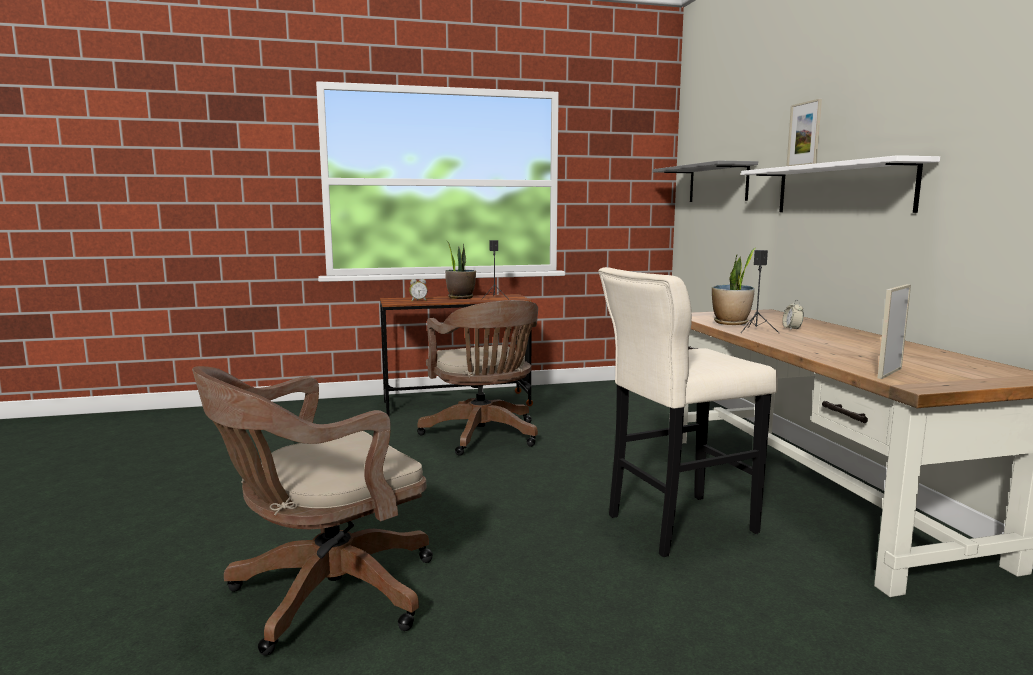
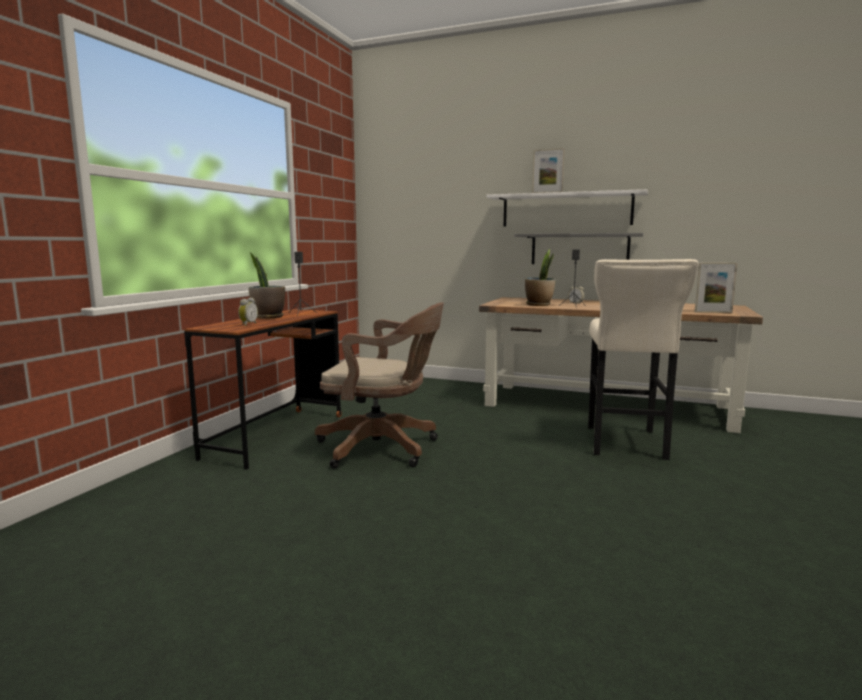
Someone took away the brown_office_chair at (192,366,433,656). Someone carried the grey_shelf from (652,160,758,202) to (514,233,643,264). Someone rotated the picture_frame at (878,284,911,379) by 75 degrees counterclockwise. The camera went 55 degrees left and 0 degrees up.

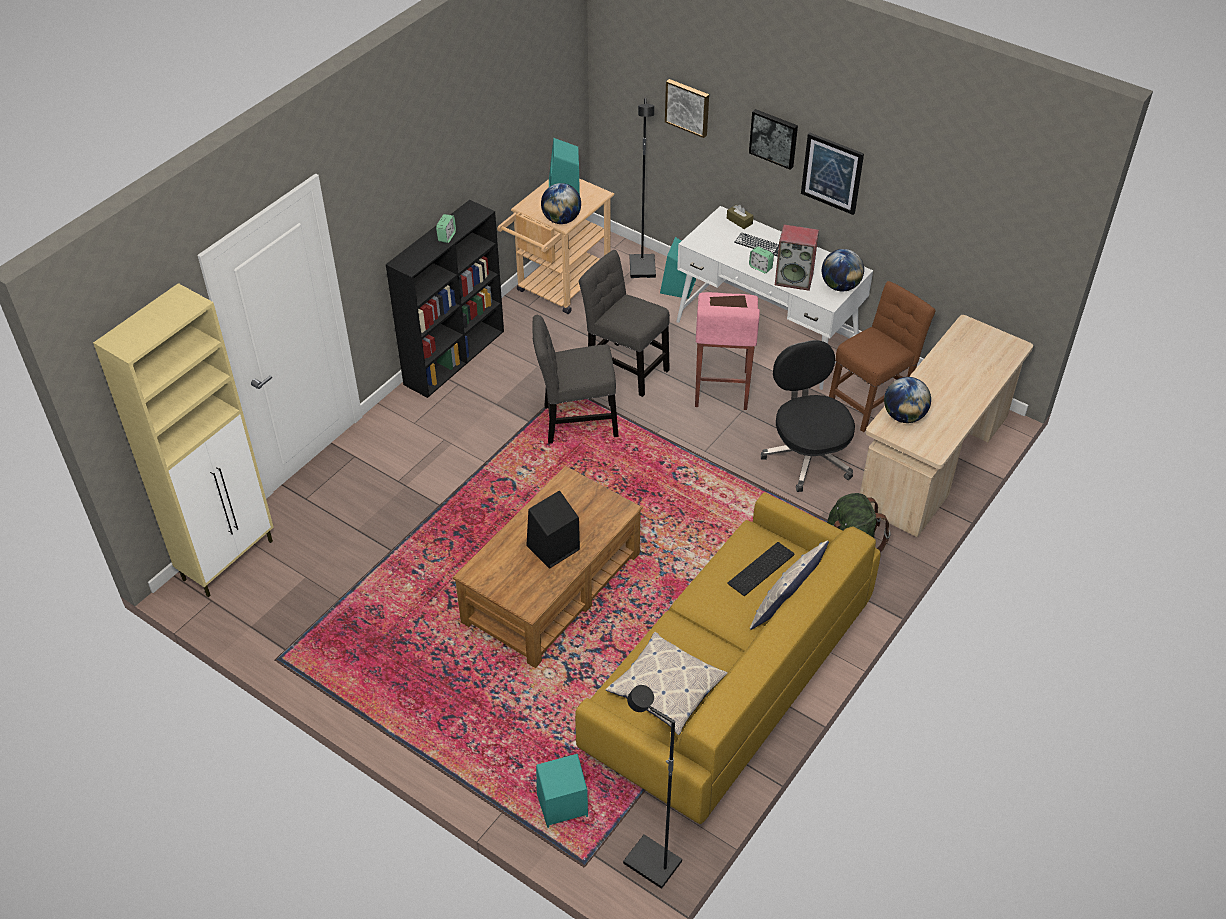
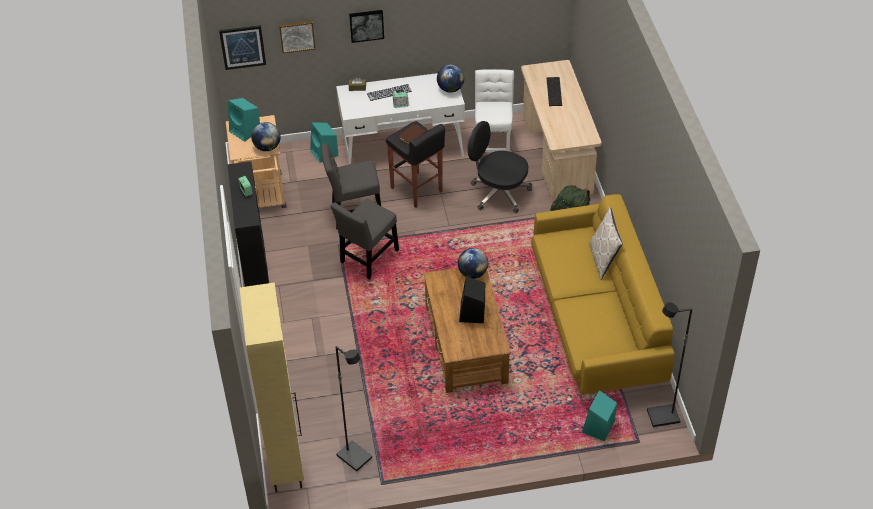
Someone took away the pillow at (605,632,727,735). Someone took away the speaker at (775,224,819,291). Someone carried the black_floor_lamp from (629,98,656,278) to (336,346,372,472). Someone carried the keyboard from (727,542,795,596) to (547,77,562,106). Someone carried the picture from (801,132,864,215) to (219,25,266,70). Someone carried the globe from (884,377,931,423) to (458,248,488,279). Someone repainted the pink_stool at (695,292,760,410), which became the black_stool at (386,121,445,208). Someone repainted the brown_chair at (829,281,936,432), which became the white_chair at (475,69,514,163). The camera went 45 degrees left and 0 degrees up.

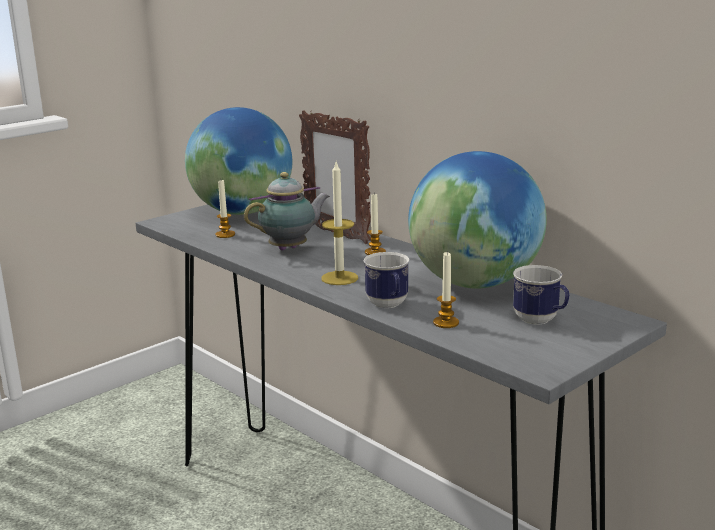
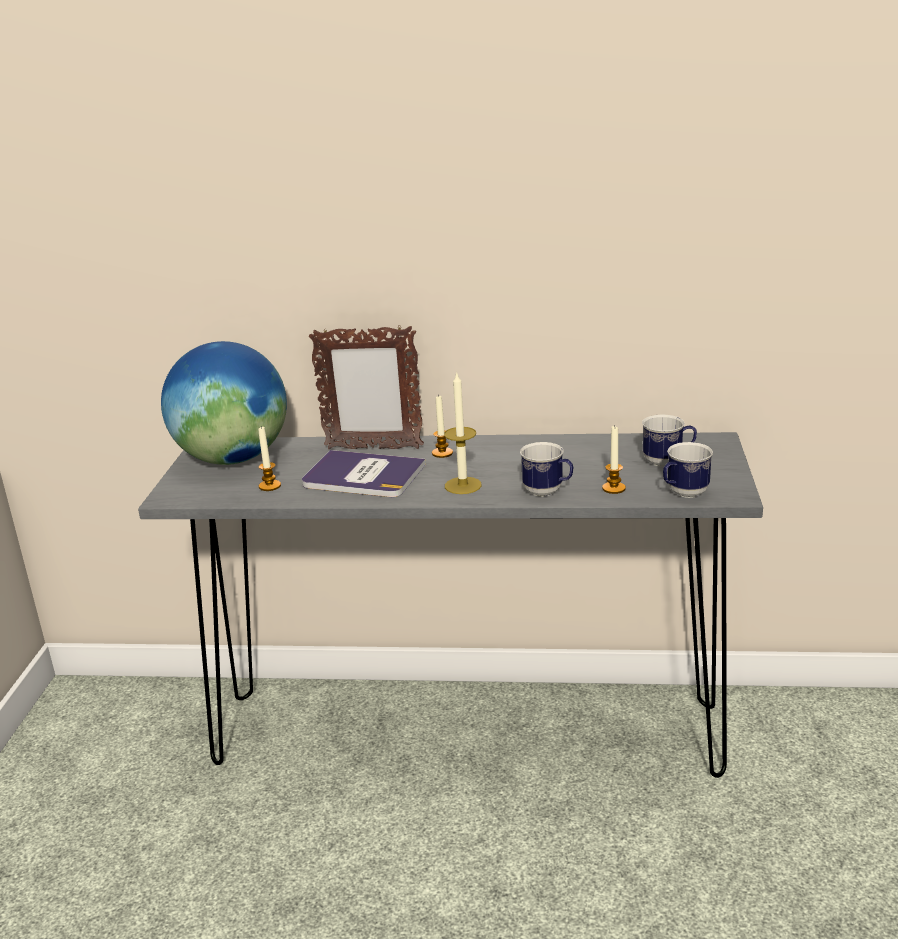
Someone took away the globe at (408,151,547,288). Someone put down the mug at (663,442,713,498). Someone swapped the teapot at (244,172,330,251) for the book at (302,450,426,497). The camera went 40 degrees left and 5 degrees up.

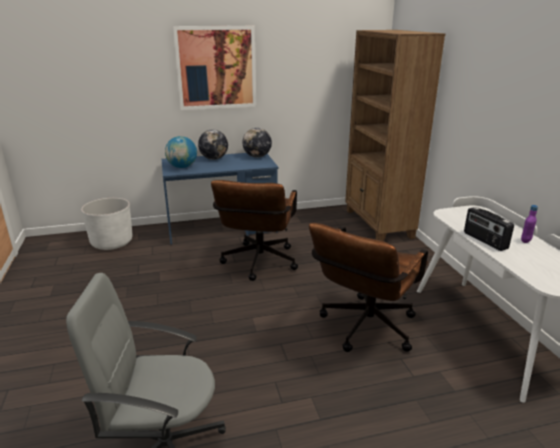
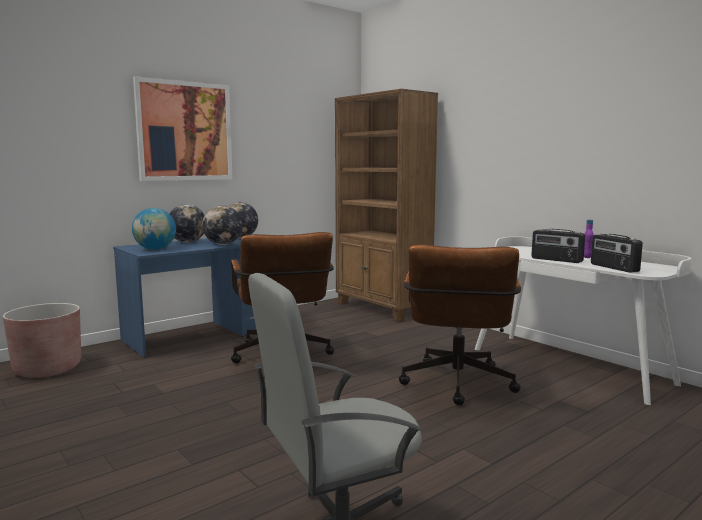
Someone put down the globe at (202,205,243,245). Someone put down the radio at (591,234,643,273). Someone repainted the white_planter at (81,198,132,250), which became the brown_planter at (3,303,81,378). The camera went 25 degrees left and 15 degrees down.

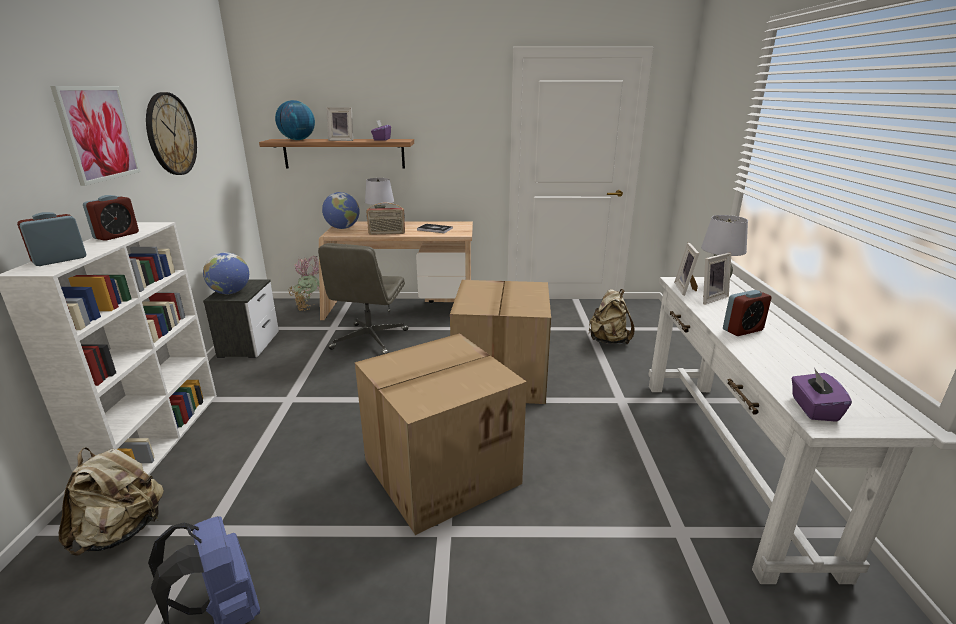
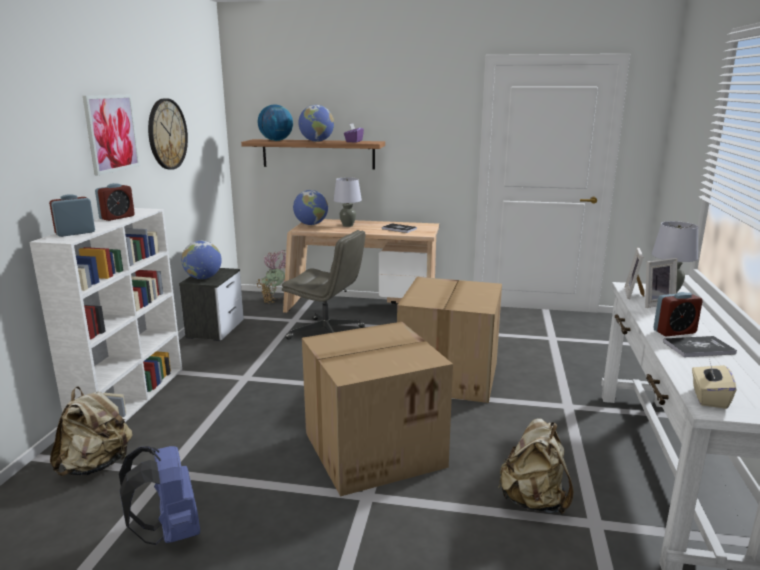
Someone took away the radio at (366,202,405,235). Someone put down the book at (663,336,737,357). Someone carried the beige_backpack from (588,289,635,345) to (498,418,574,515). Someone swapped the picture_frame at (326,107,353,141) for the globe at (298,105,334,142). Someone repainted the purple_tissue_box at (791,367,852,422), which became the beige_tissue_box at (692,359,736,409). Someone rotated the grey_office_chair at (318,243,408,355) by 90 degrees counterclockwise. The camera went 10 degrees right and 5 degrees down.

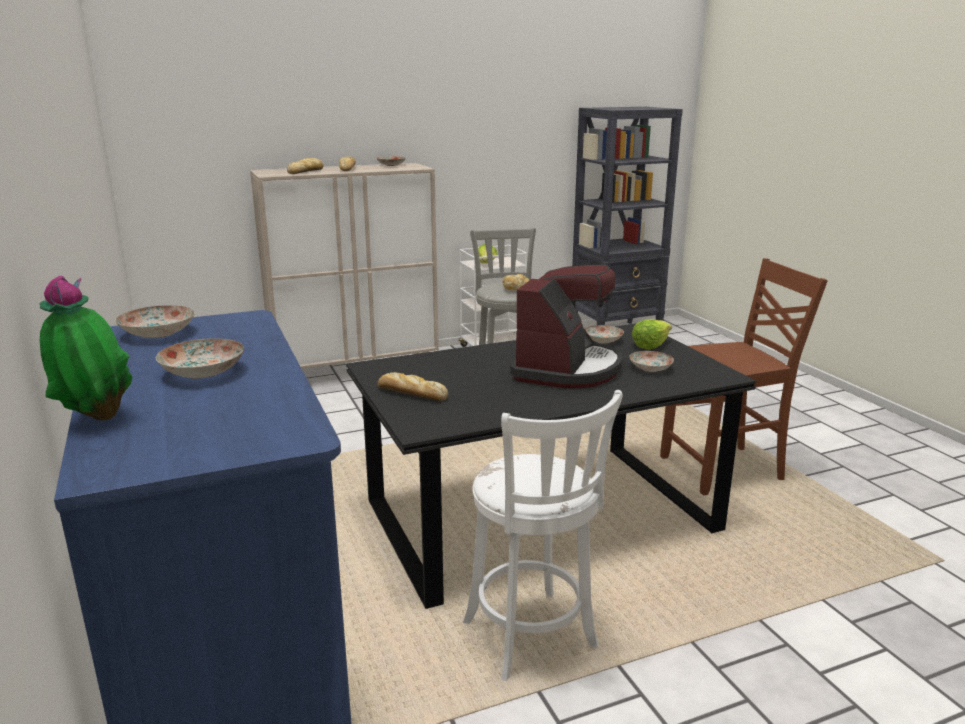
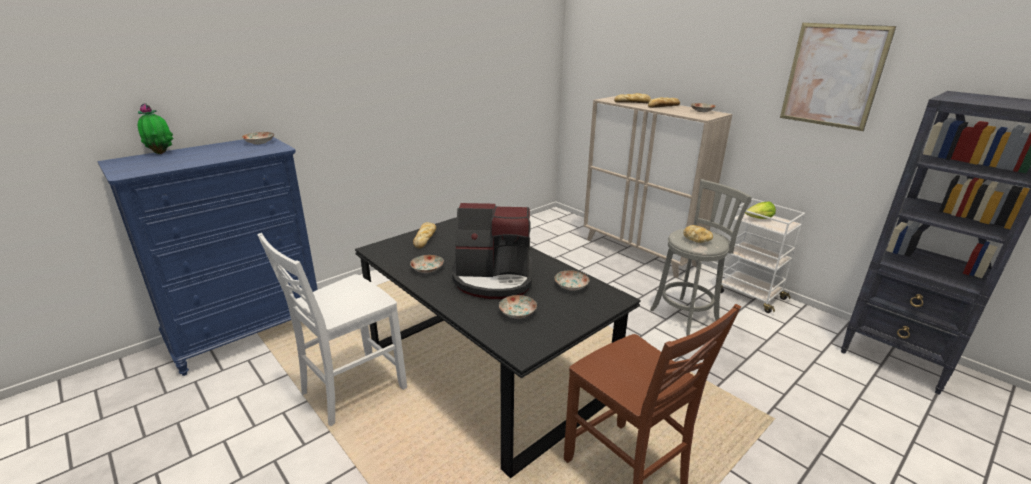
Someone took away the lettuce at (632,319,672,349). Someone put up the picture at (780,23,896,131). Someone carried the plate from (156,338,244,379) to (410,255,444,273). Someone swapped the white_stool at (463,390,622,681) for the white_chair at (257,233,407,426). The camera went 70 degrees right and 5 degrees up.

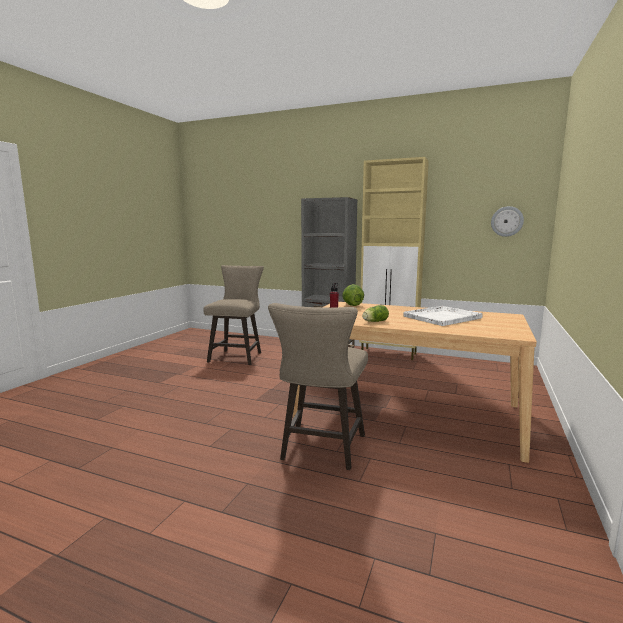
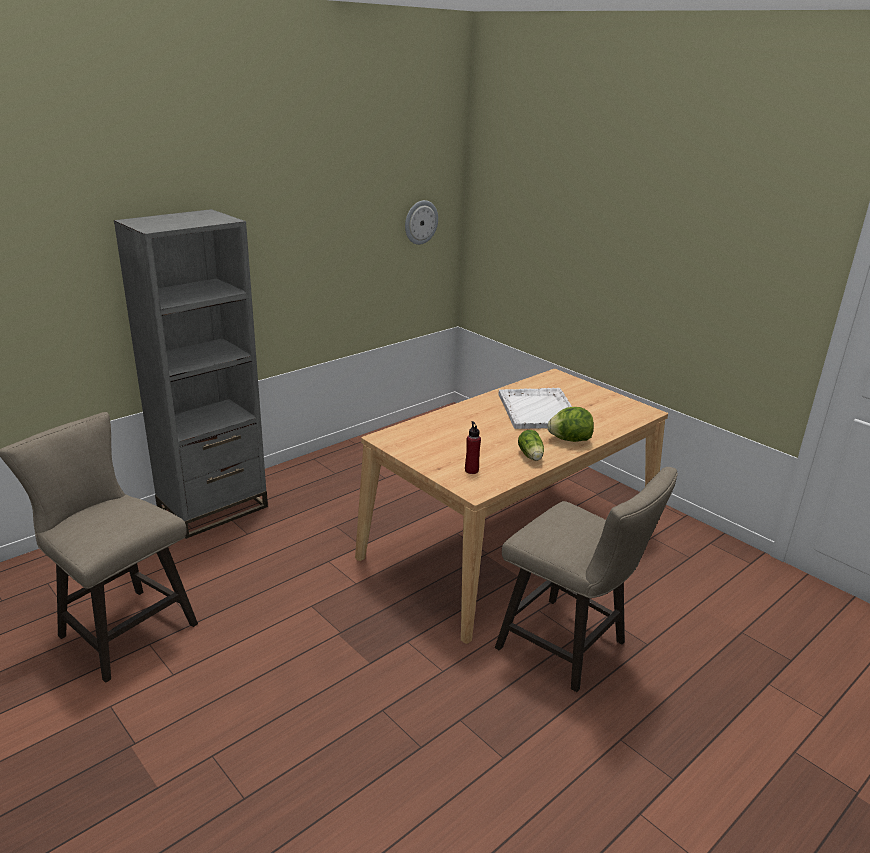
Someone took away the beige_cabinet at (359,157,429,360). Someone carried the lettuce from (342,284,364,306) to (548,407,594,442). The camera went 65 degrees left and 15 degrees up.

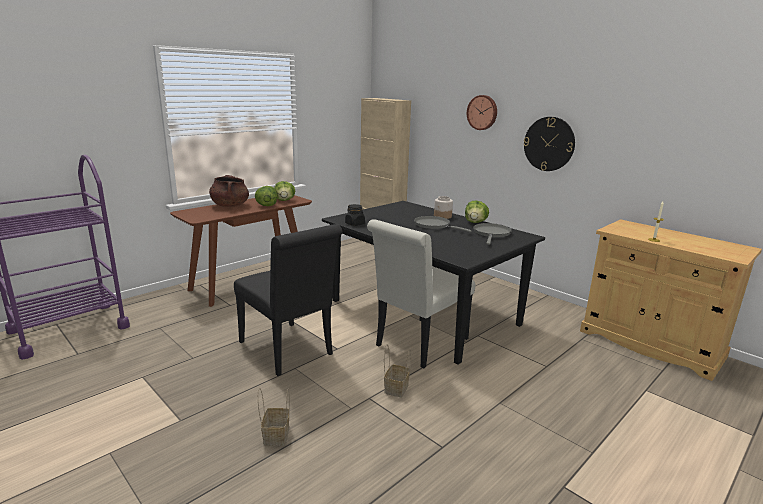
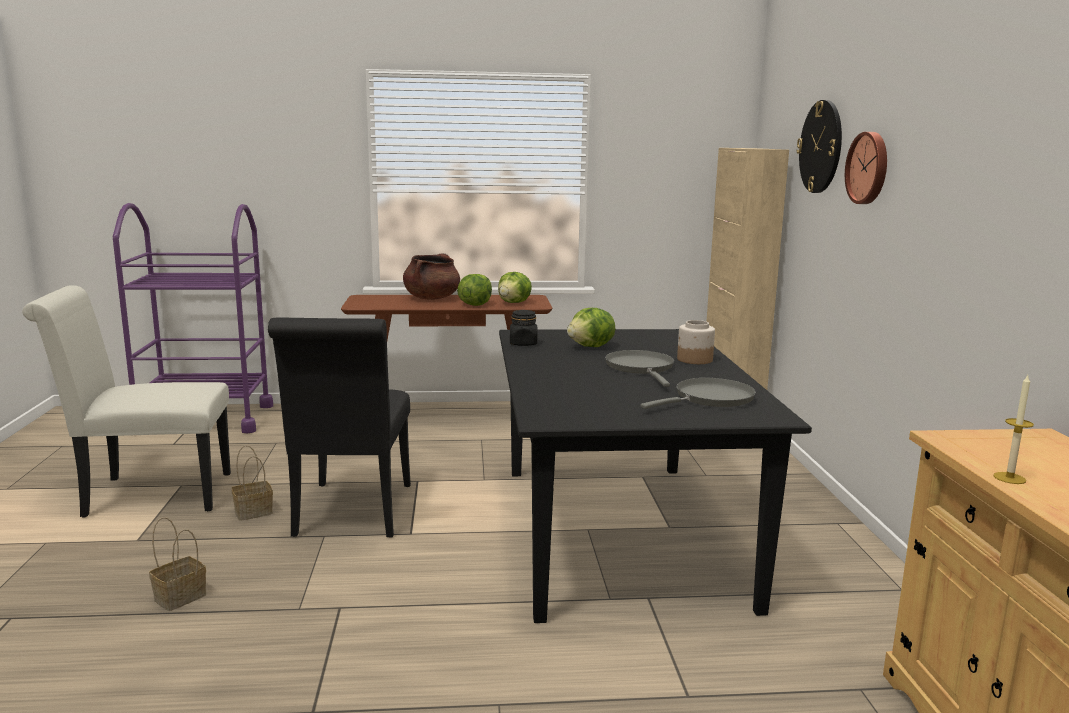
Someone carried the white_chair from (367,219,476,368) to (22,285,231,518). Someone carried the basket from (384,344,411,397) to (231,445,273,521). Someone carried the lettuce from (465,201,489,223) to (567,308,615,347). Someone carried the wall_clock from (523,117,575,171) to (797,100,842,193). The camera went 40 degrees right and 5 degrees down.

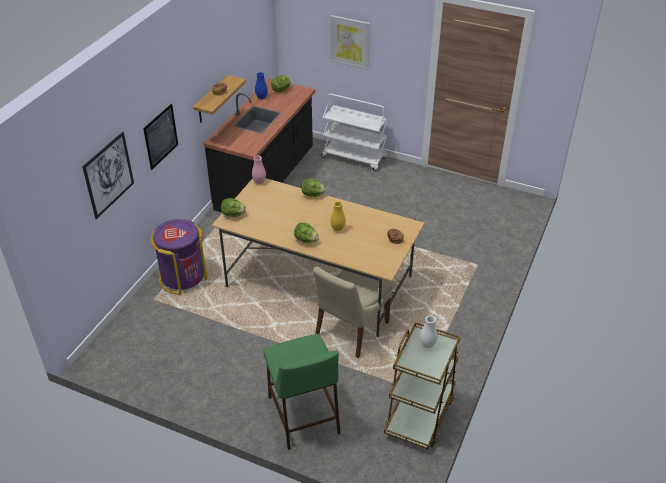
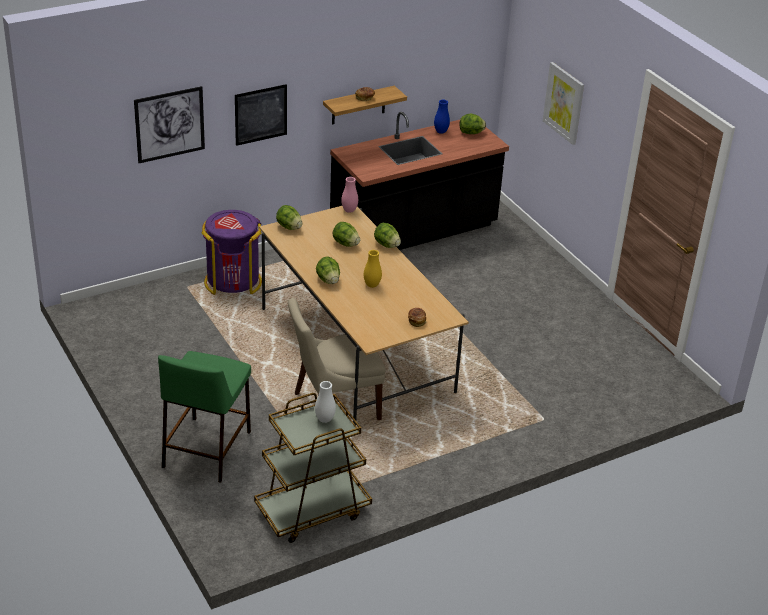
Someone took away the white_cart at (321,94,388,171). Someone put down the lettuce at (333,222,360,247). The camera went 35 degrees right and 5 degrees down.

